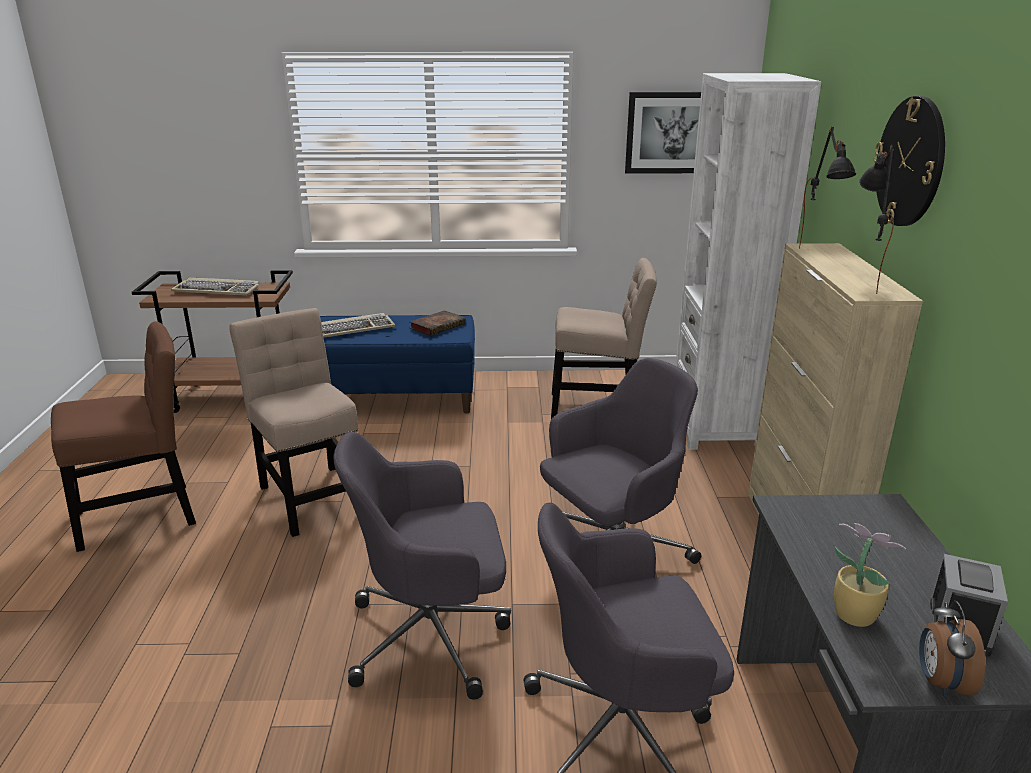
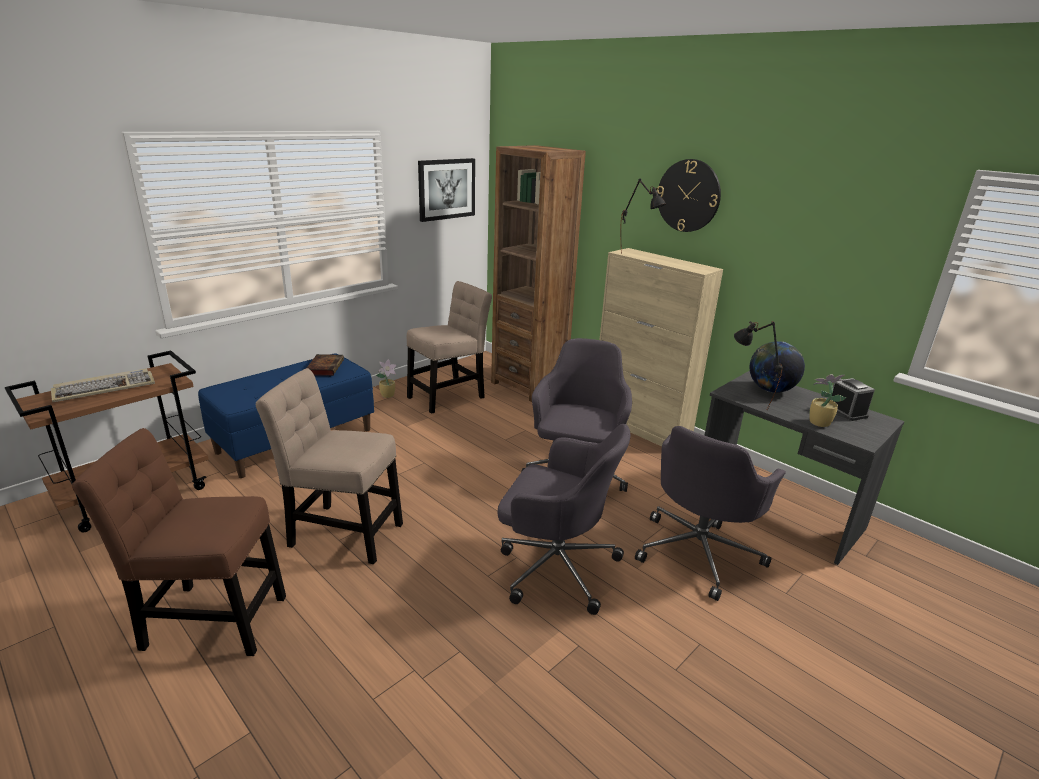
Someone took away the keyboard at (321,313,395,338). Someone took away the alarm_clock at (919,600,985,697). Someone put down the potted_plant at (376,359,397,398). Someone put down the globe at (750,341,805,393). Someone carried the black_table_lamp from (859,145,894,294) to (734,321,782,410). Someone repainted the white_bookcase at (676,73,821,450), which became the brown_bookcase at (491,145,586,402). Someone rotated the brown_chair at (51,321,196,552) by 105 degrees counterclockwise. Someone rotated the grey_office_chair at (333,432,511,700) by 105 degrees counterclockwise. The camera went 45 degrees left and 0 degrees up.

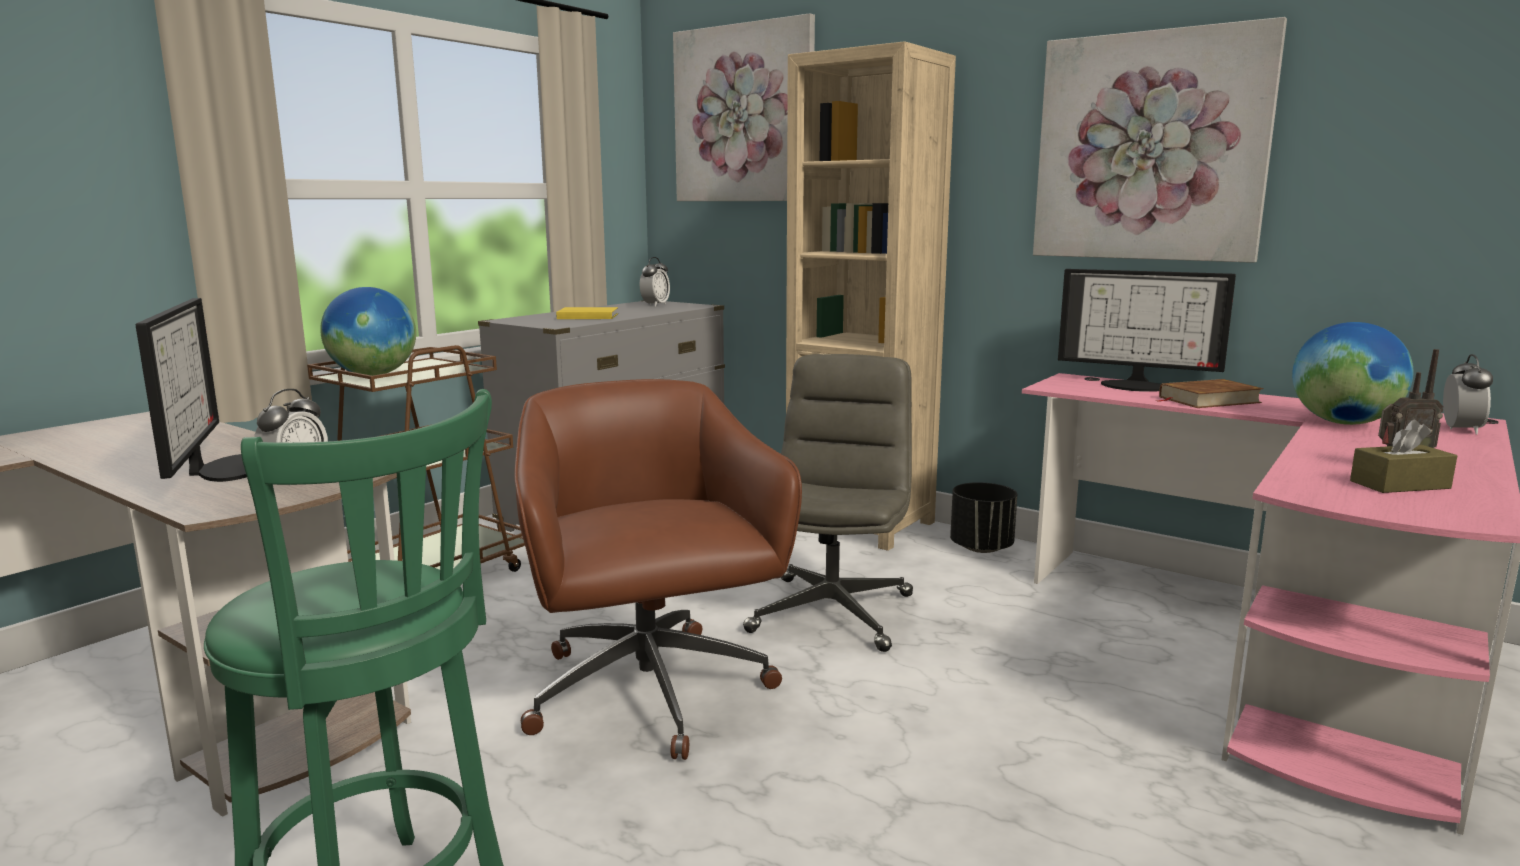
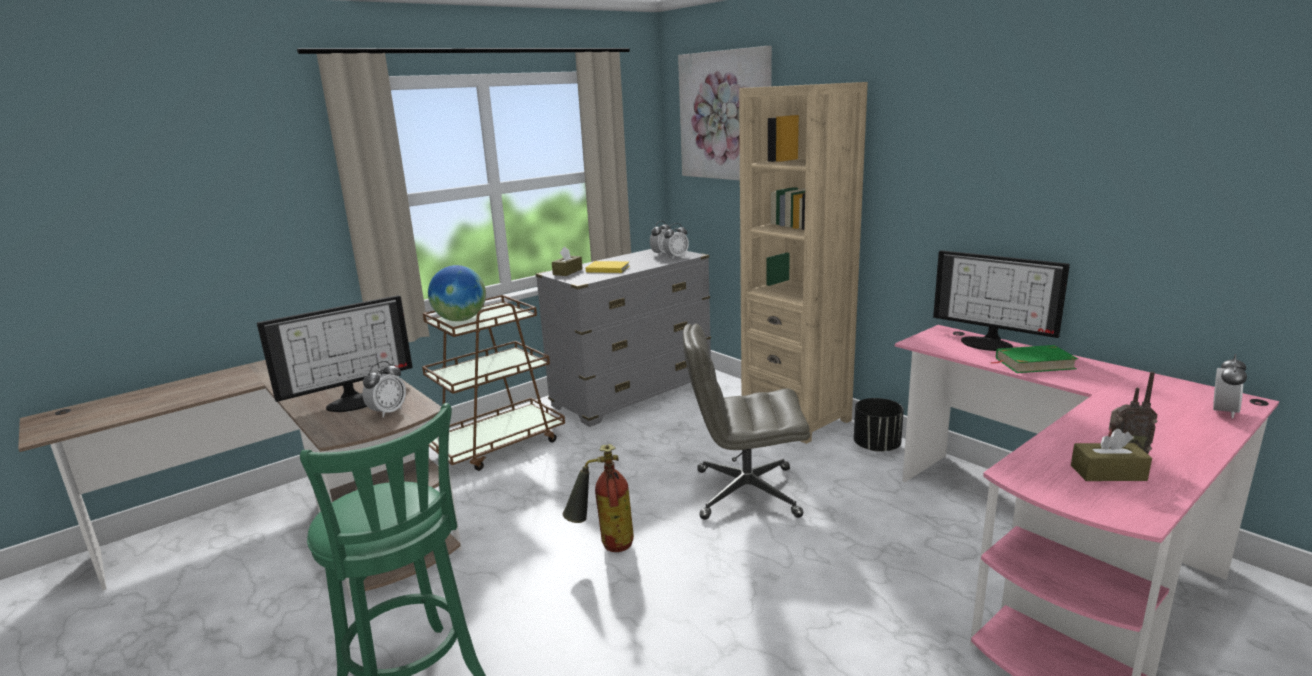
Someone took away the picture at (1033,17,1287,263). Someone took away the globe at (1292,322,1413,425). Someone put down the brown_tissue_box at (552,247,583,276). Someone put down the alarm_clock at (663,223,689,258). Someone swapped the brown_office_chair at (514,379,802,760) for the fire_extinguisher at (563,444,634,552). Someone repainted the brown_book at (1157,379,1264,408), which became the green_book at (990,345,1078,373). Someone rotated the monitor at (136,298,247,482) by 60 degrees clockwise. Someone rotated the grey_office_chair at (743,354,913,652) by 120 degrees counterclockwise. The camera went 15 degrees right and 5 degrees up.

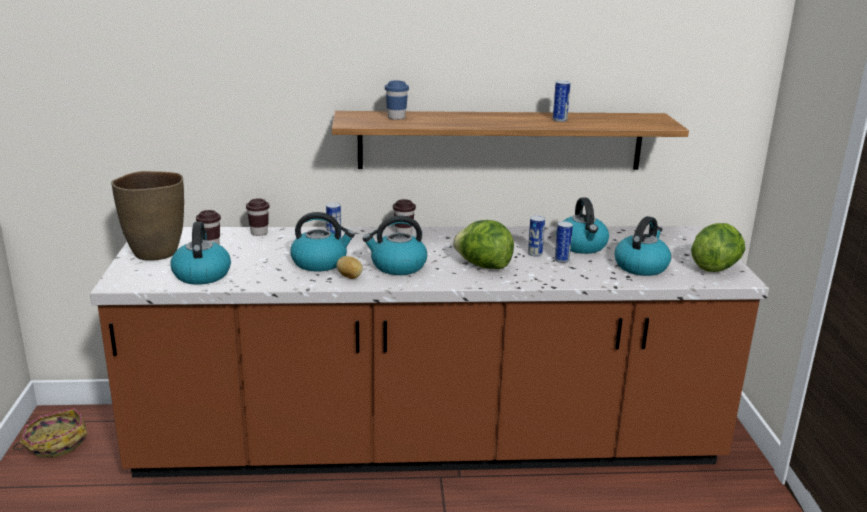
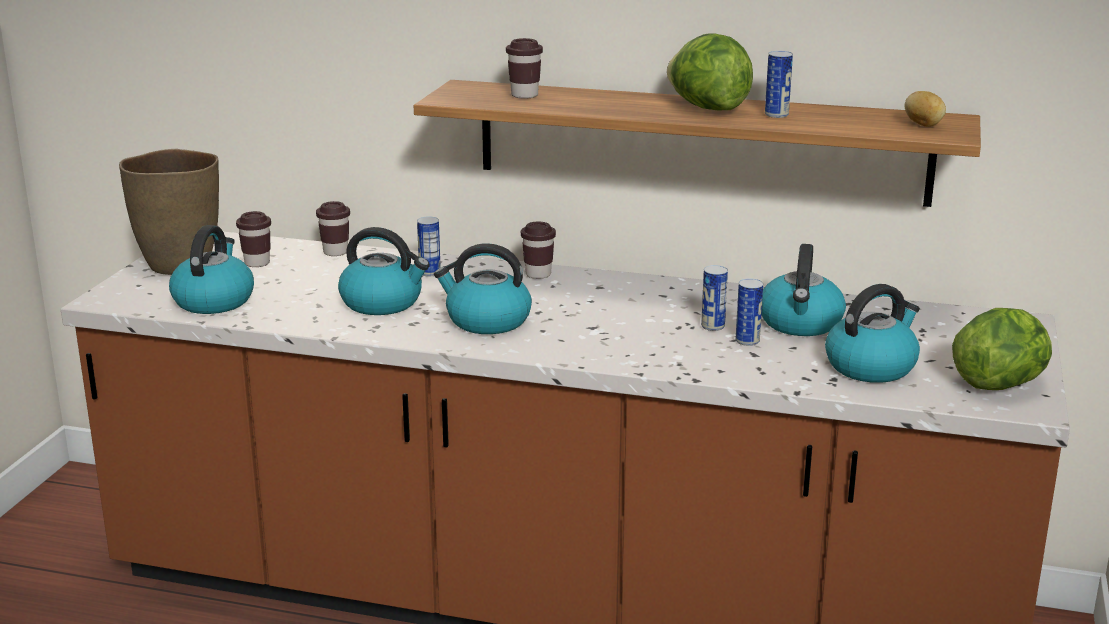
Someone took away the basket at (13,408,88,458). Someone carried the potato from (336,256,363,279) to (905,91,946,127). Someone carried the lettuce from (453,220,514,269) to (667,33,753,111). Someone repainted the blue_cup at (385,80,409,120), which became the brown_cup at (506,38,543,99). The camera went 20 degrees right and 0 degrees up.

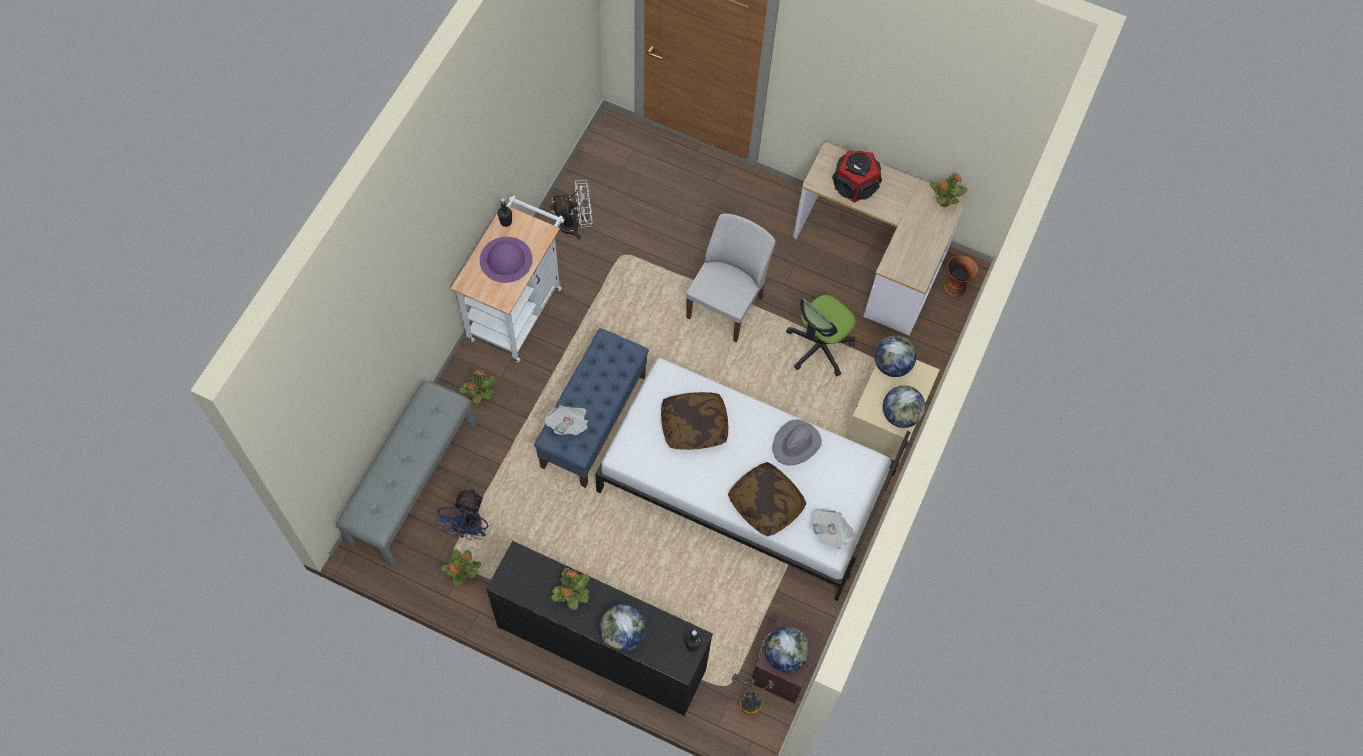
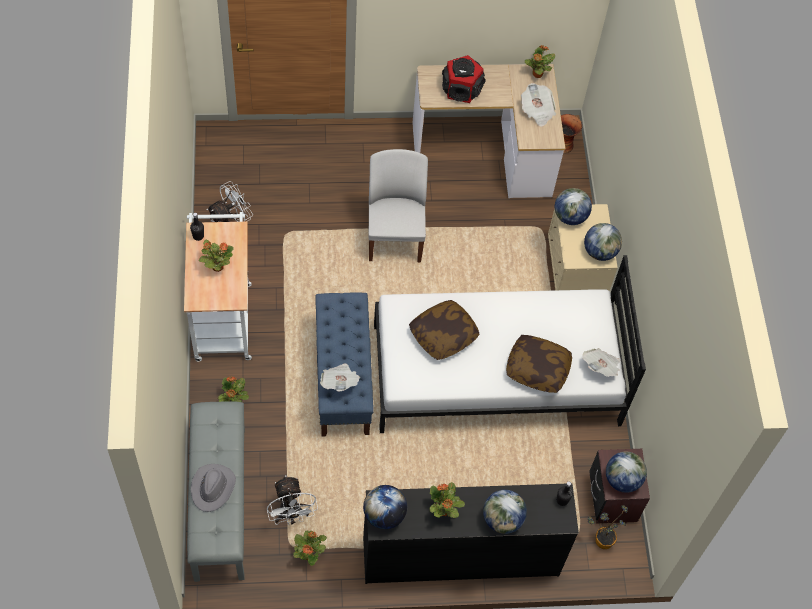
Someone took away the office_chair at (786,295,856,376). Someone put down the globe at (363,485,407,529). Someone put down the newspaper at (521,83,556,127). Someone carried the grey_hat from (773,419,822,466) to (191,464,236,512). Someone swapped the purple_hat at (480,237,532,283) for the potted_plant at (199,240,234,272). Someone repainted the blue_fan at (435,489,489,540), which became the white_fan at (267,475,318,525). The camera went 30 degrees left and 5 degrees down.

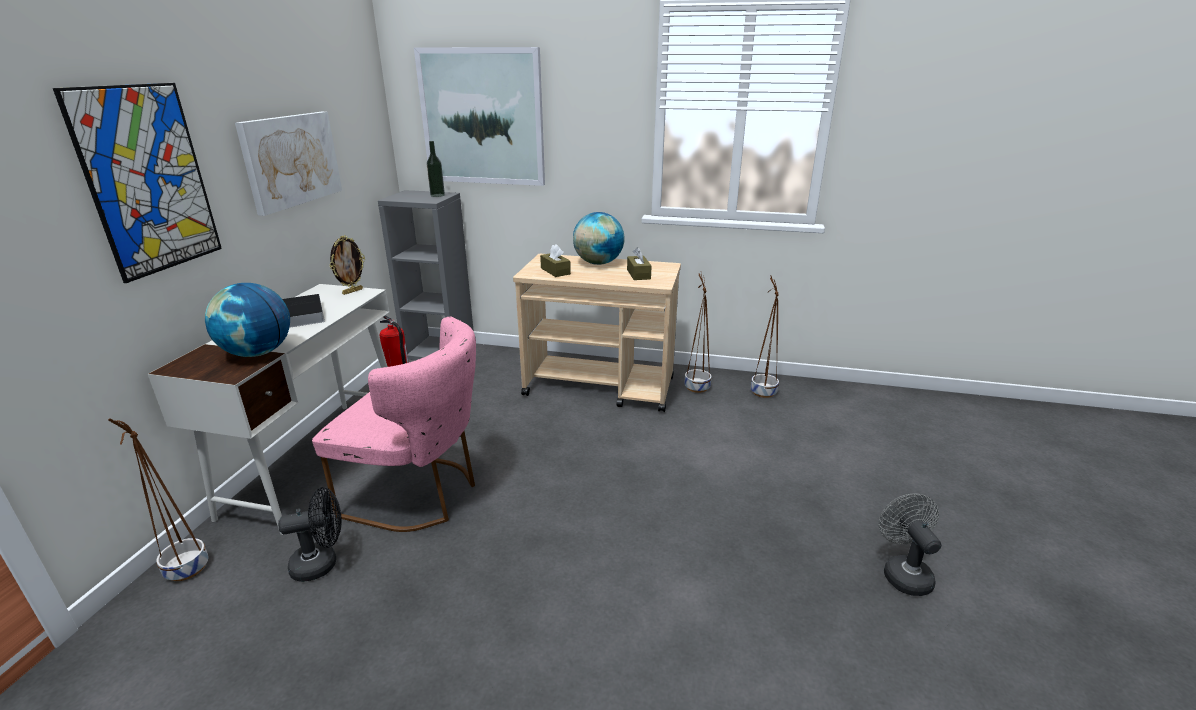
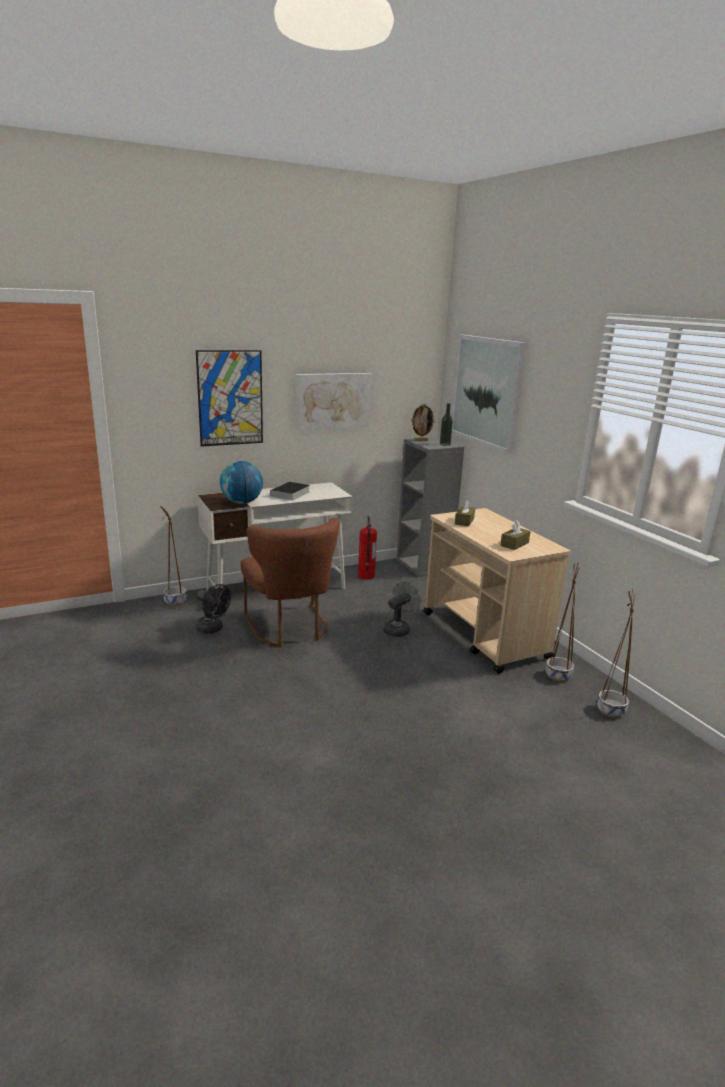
Someone took away the globe at (573,212,625,265). Someone carried the picture_frame from (330,235,365,295) to (411,404,435,441). Someone carried the grey_fan from (879,494,941,596) to (383,581,421,637). Someone repainted the pink_chair at (312,317,476,532), which became the brown_chair at (240,518,339,647). The camera went 50 degrees right and 5 degrees down.

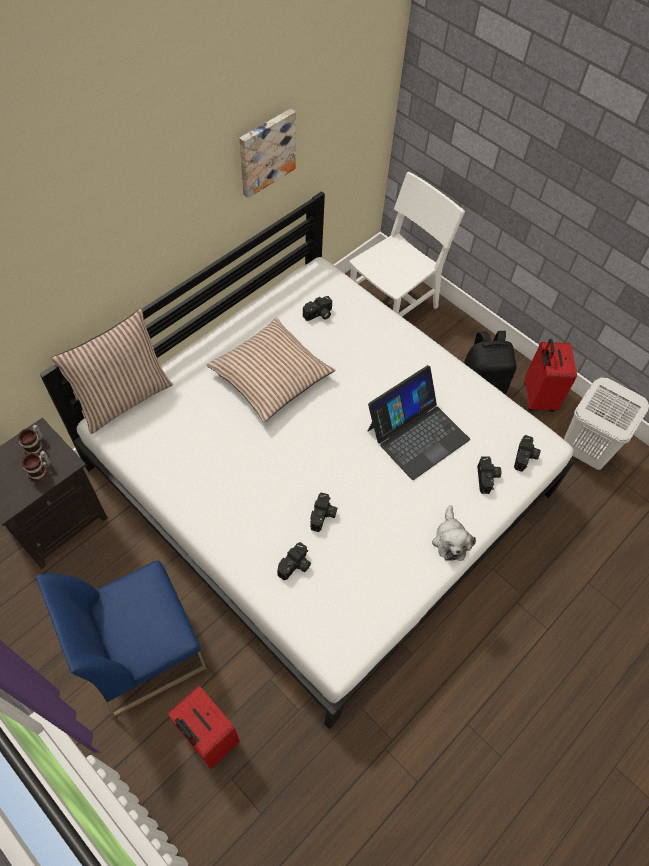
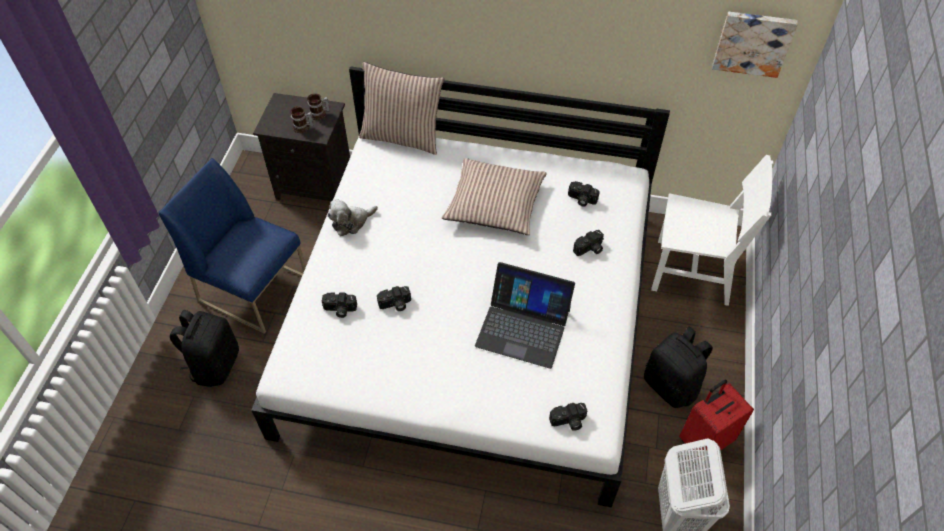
Someone carried the picture from (239,109,296,198) to (712,12,798,78). Someone carried the plush_toy from (432,505,476,561) to (327,199,378,236). Someone carried the photo_camera from (477,456,501,494) to (573,230,604,256). Someone swapped the red_suitcase at (167,685,240,769) for the black_backpack at (170,310,239,387). The camera went 60 degrees right and 5 degrees down.

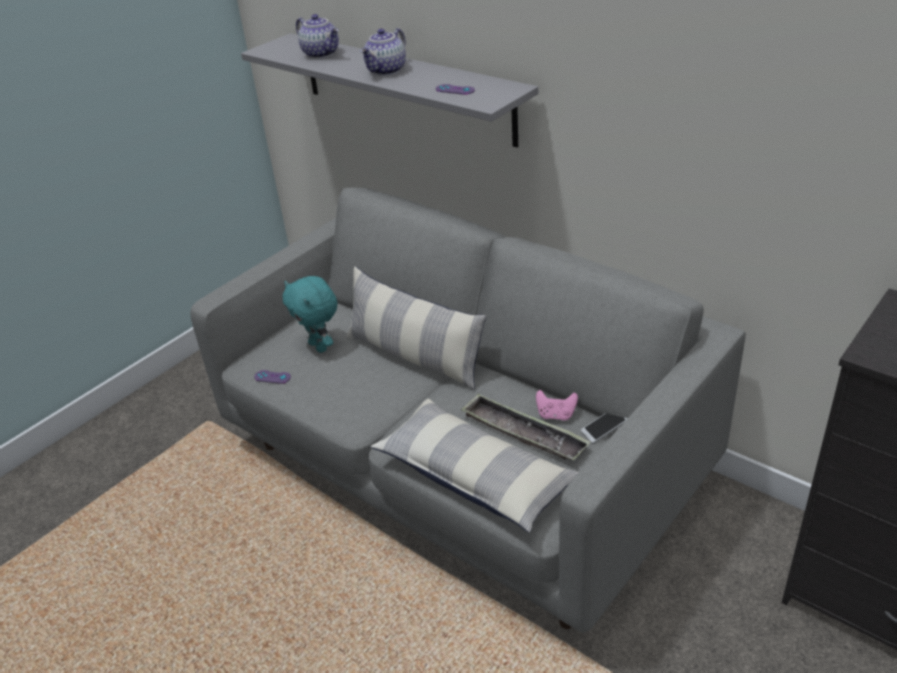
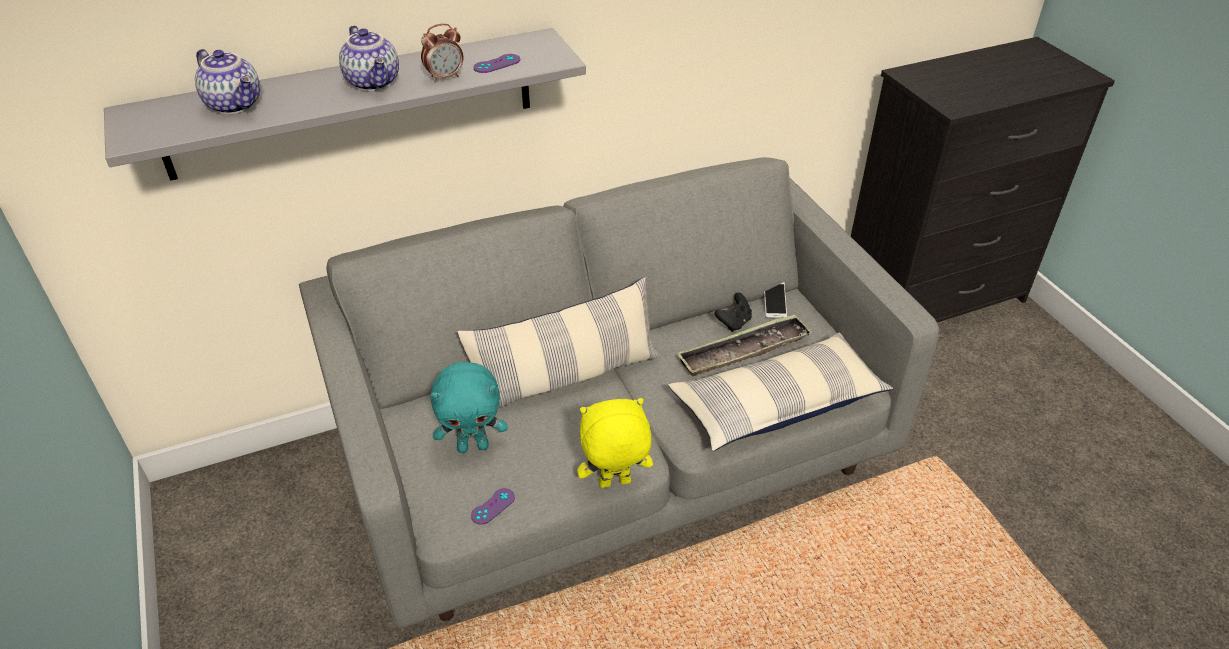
Someone put down the alarm_clock at (421,24,464,82). Someone put down the yellow_plush_toy at (577,398,653,488). Someone repainted the pink_game_controller at (536,390,578,421), which became the black_game_controller at (715,293,752,332). Someone rotated the teapot at (296,14,339,59) by 60 degrees clockwise. The camera went 65 degrees left and 5 degrees up.

